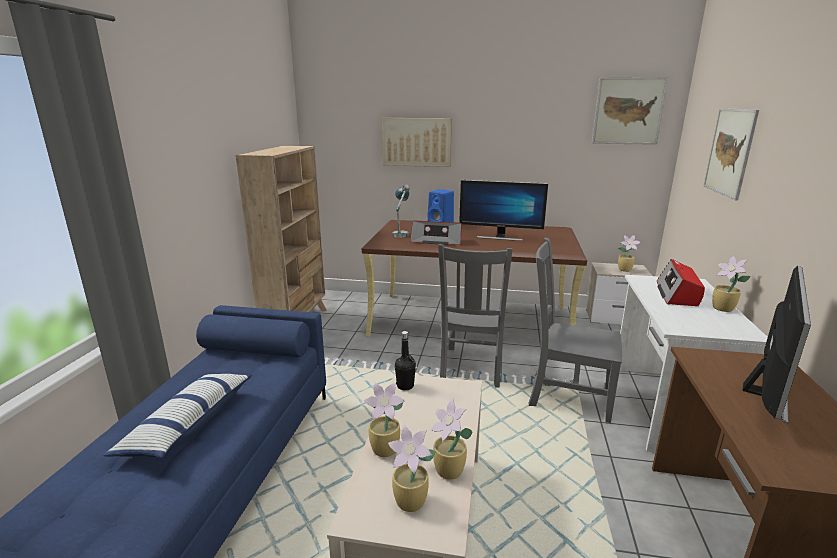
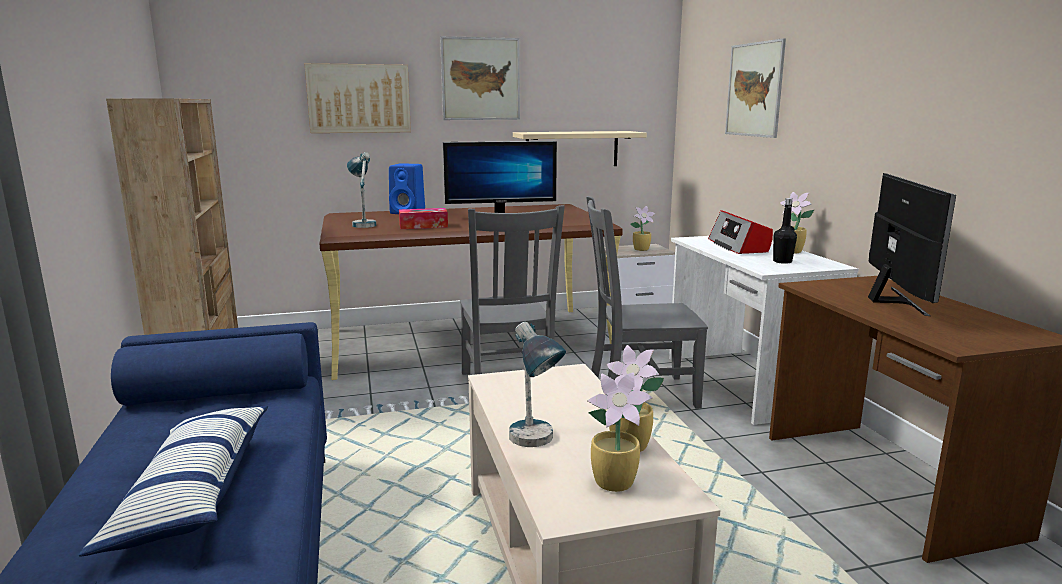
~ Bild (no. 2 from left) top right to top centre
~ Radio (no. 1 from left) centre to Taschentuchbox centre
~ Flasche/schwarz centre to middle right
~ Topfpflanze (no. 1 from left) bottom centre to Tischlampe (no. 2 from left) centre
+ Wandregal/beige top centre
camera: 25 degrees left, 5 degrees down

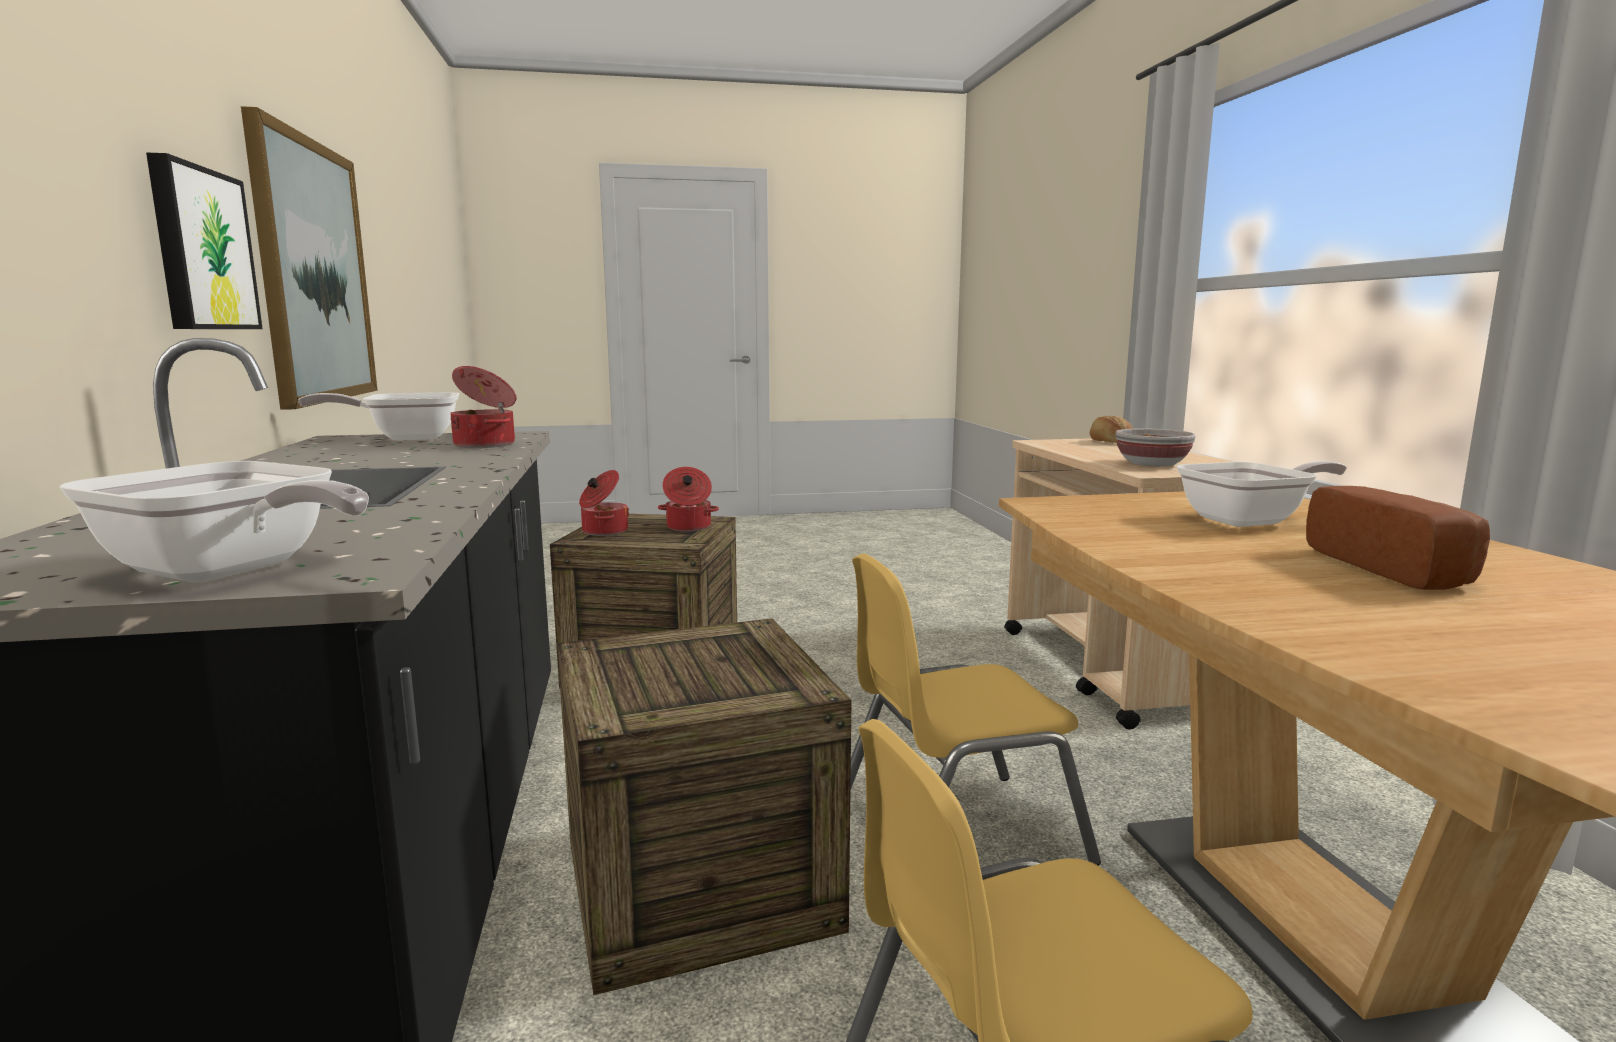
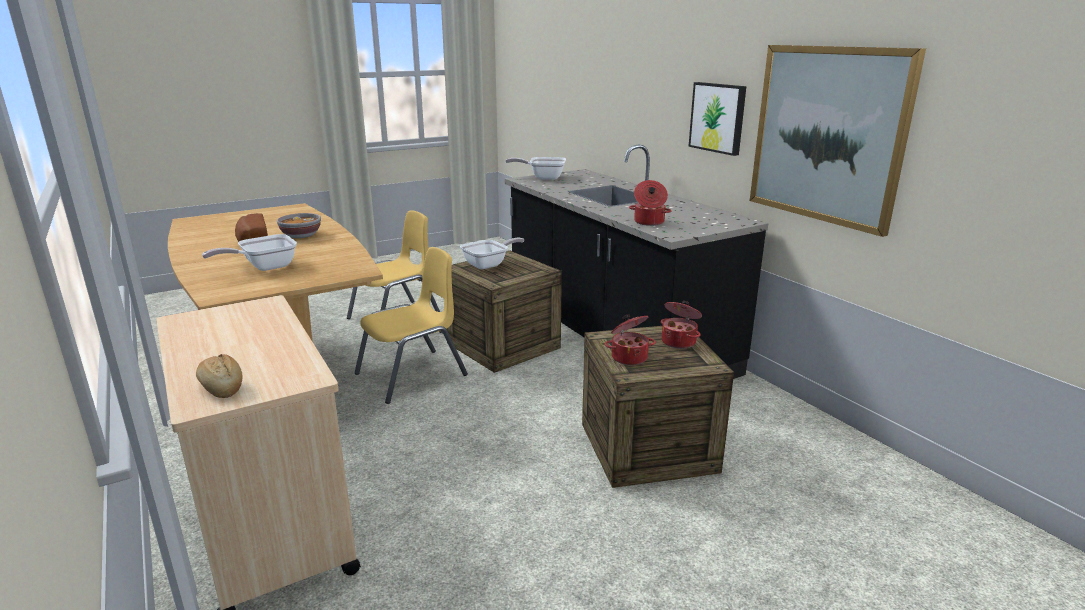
~ Pfanne (no. 2 from left) middle left to centre
~ Schüssel middle right to middle left
camera: 160 degrees right, 10 degrees up

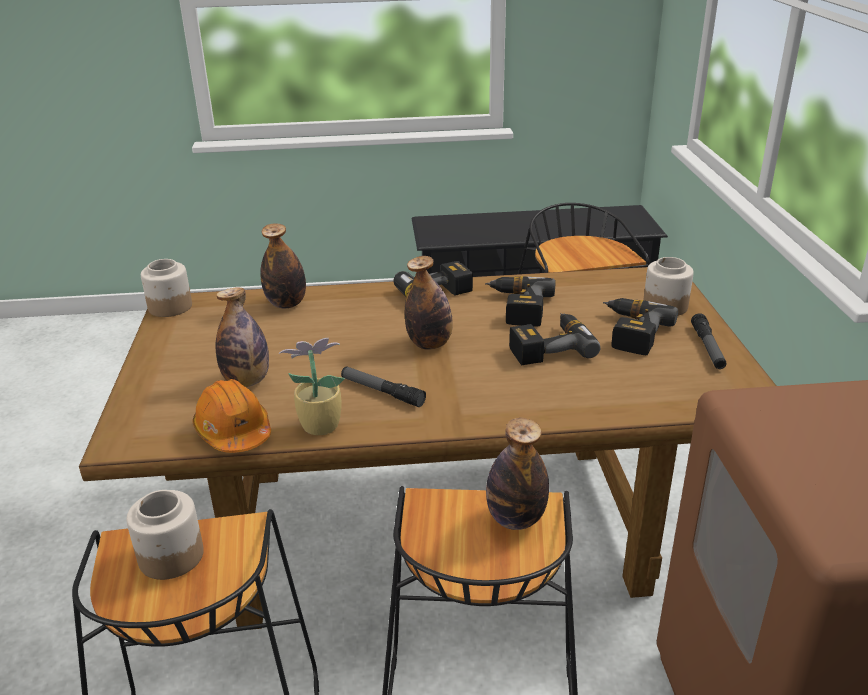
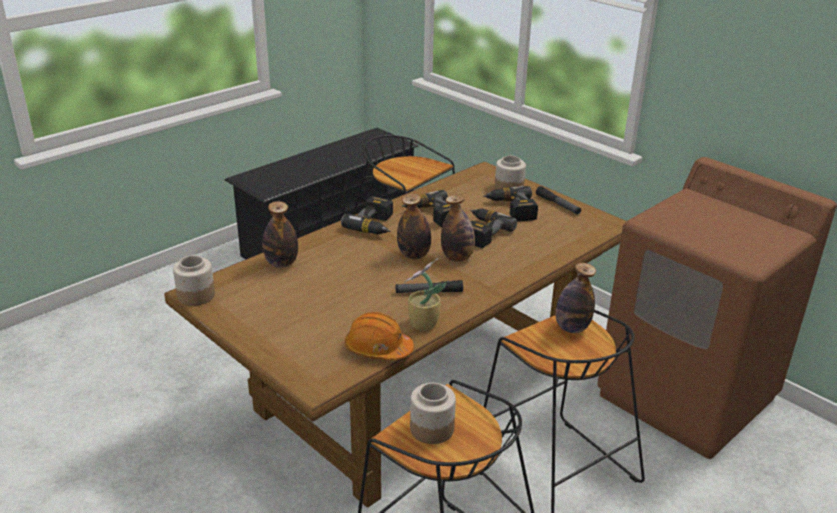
~ Flasche (no. 1 from left in the first image) middle left to Flasche (no. 3 from left) centre
camera: 40 degrees left, 0 degrees up

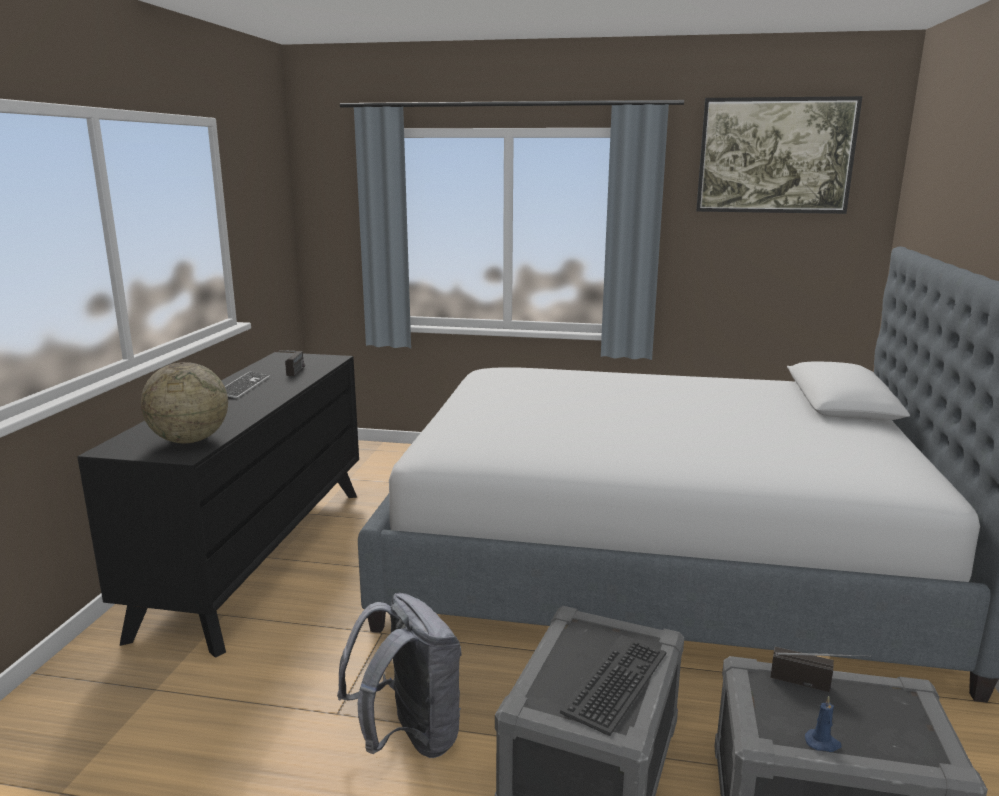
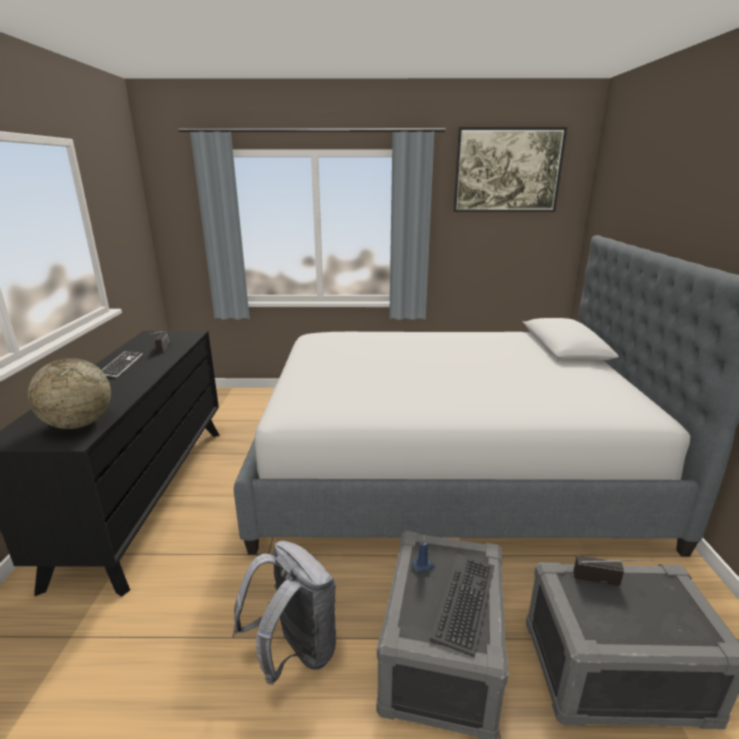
~ Kerze/blau bottom right to bottom centre
camera: 10 degrees left, 5 degrees up

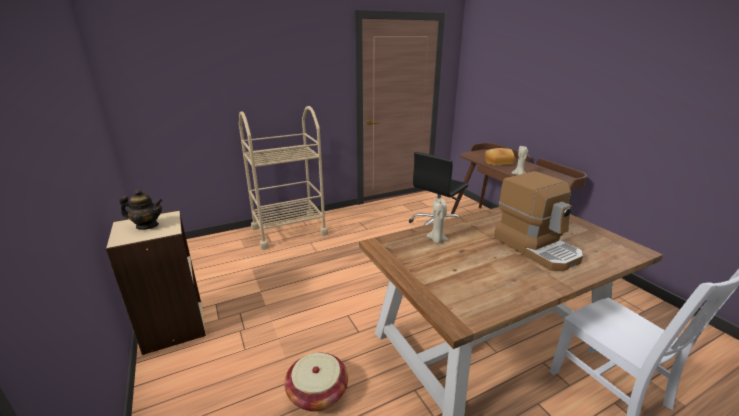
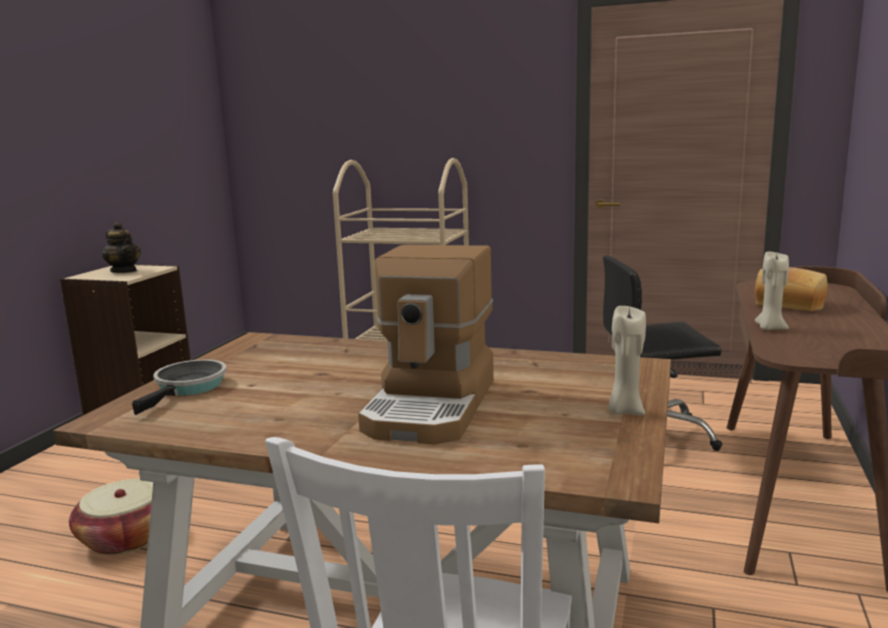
~ Kerze/beige (no. 1 from left) centre to middle right
+ Pfanne middle left
camera: 45 degrees right, 10 degrees down

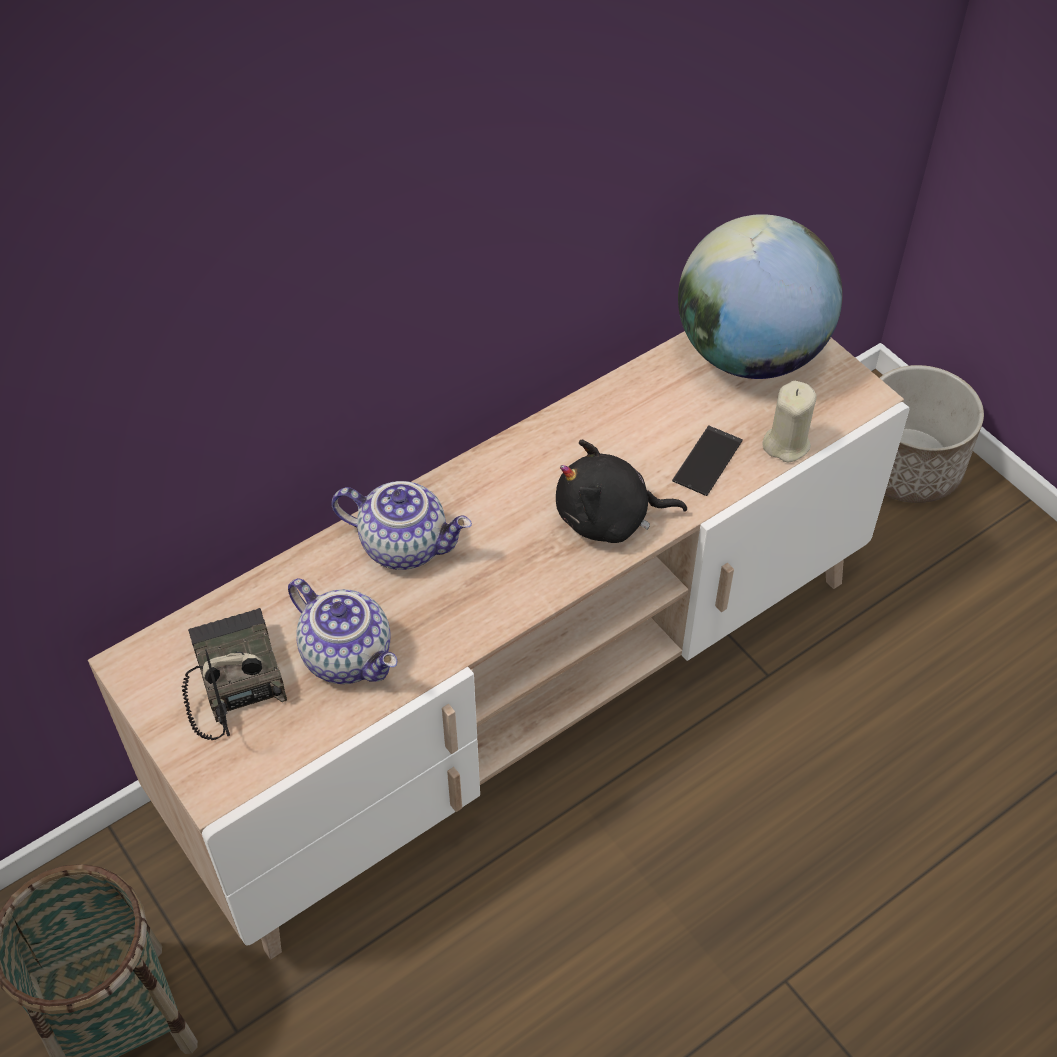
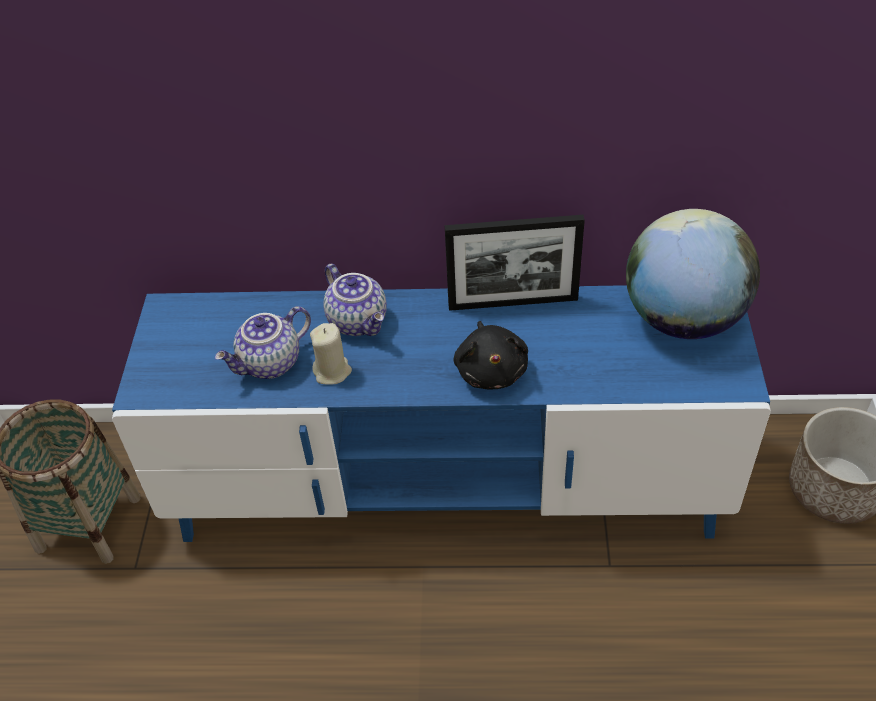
~ Fernsehschrank/beige centre to Fernsehschrank/blau centre
~ Kerze/beige middle right to centre
- Handy middle right
~ Plüschtier/schwarz centre = centre 135 degrees counterclockwise
~ Teekanne (no. 1 from left) middle left = middle left 60 degrees clockwise
- Radio middle left
+ Bilderrahmen centre
camera: 40 degrees right, 5 degrees down

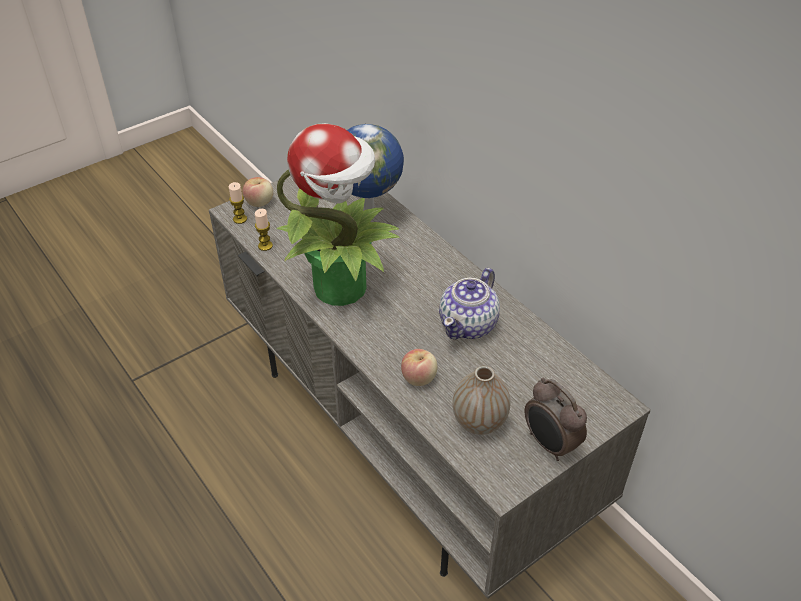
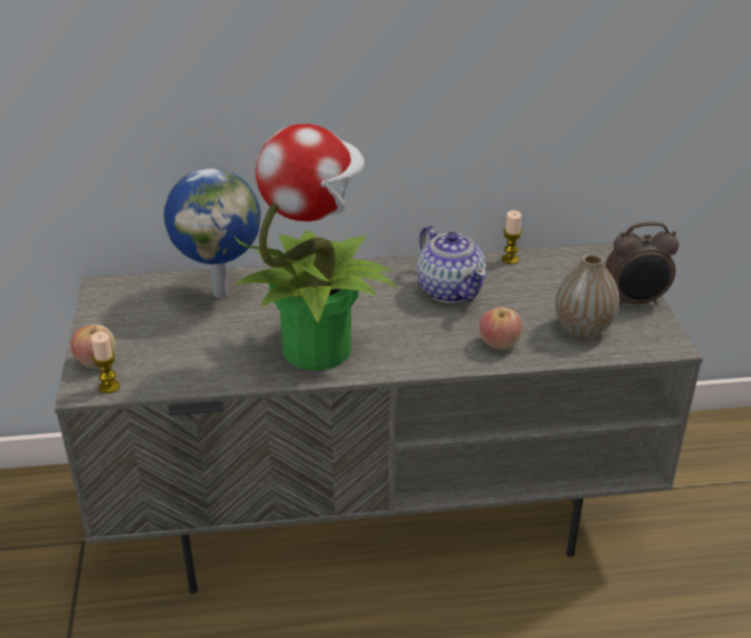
~ Kerze (no. 2 from left) middle left to middle right
camera: 60 degrees left, 10 degrees down

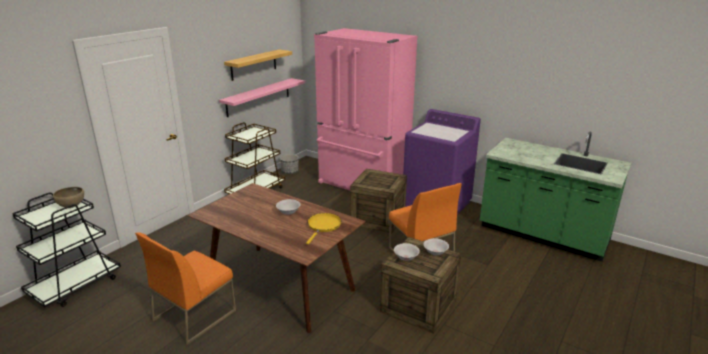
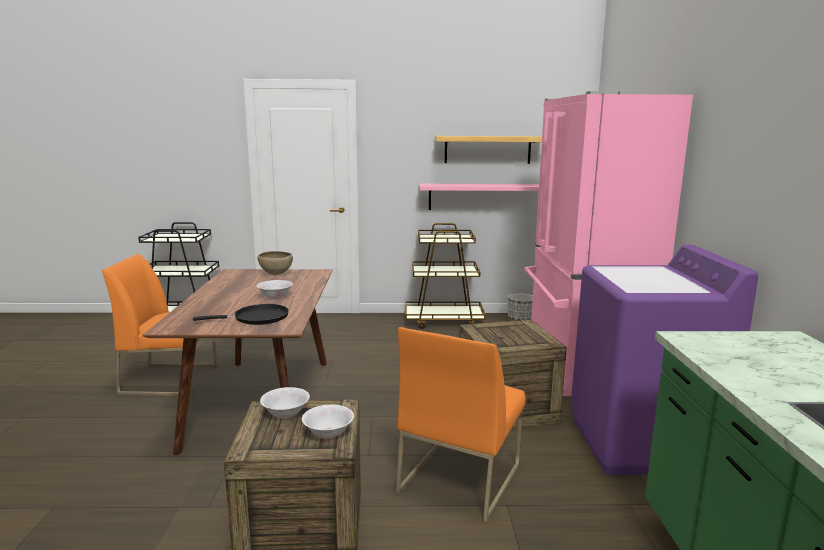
~ Schüssel/braun middle left to centre
~ Pfanne/gelb centre to Pfanne/schwarz middle left
camera: 55 degrees right, 10 degrees down

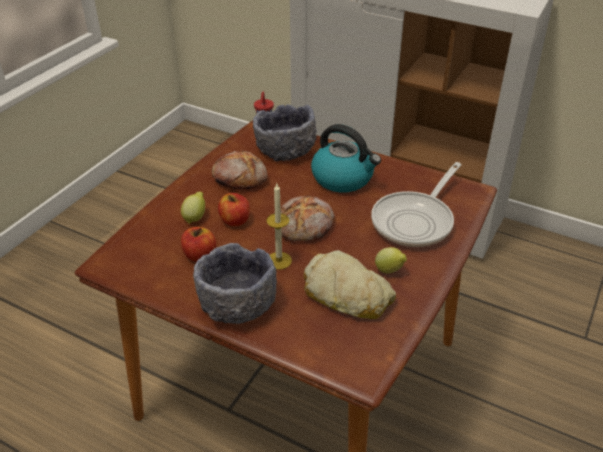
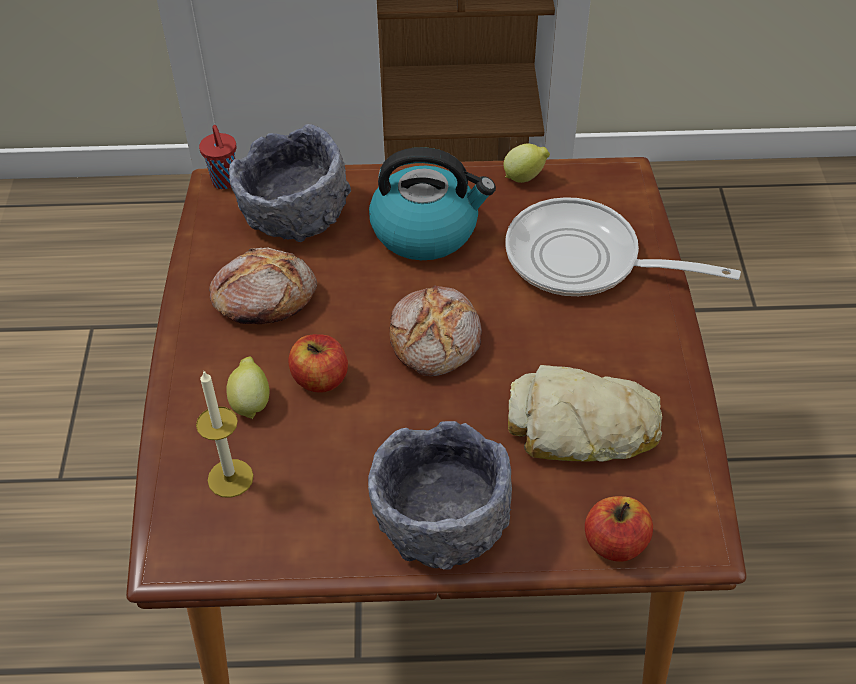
~ Pfanne middle right = middle right 105 degrees clockwise
~ Kerze centre to middle left
~ Apfel (no. 1 from left in the first image) middle left to Apfel (no. 2 from left) bottom right
~ Zitrone (no. 2 from left) centre to top centre
camera: 30 degrees left, 10 degrees up

